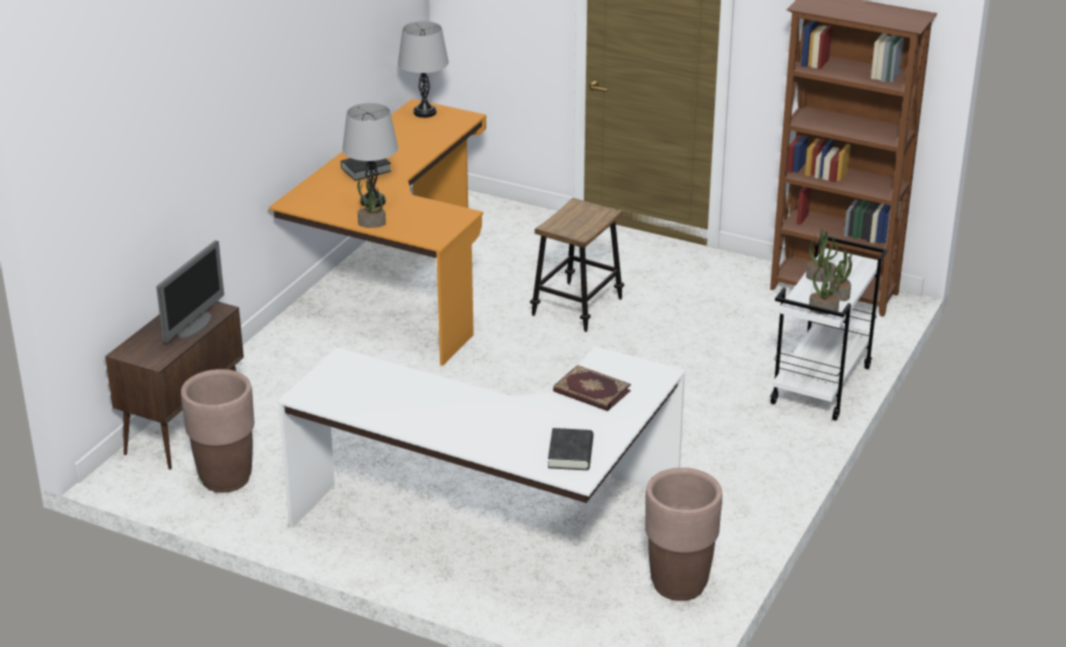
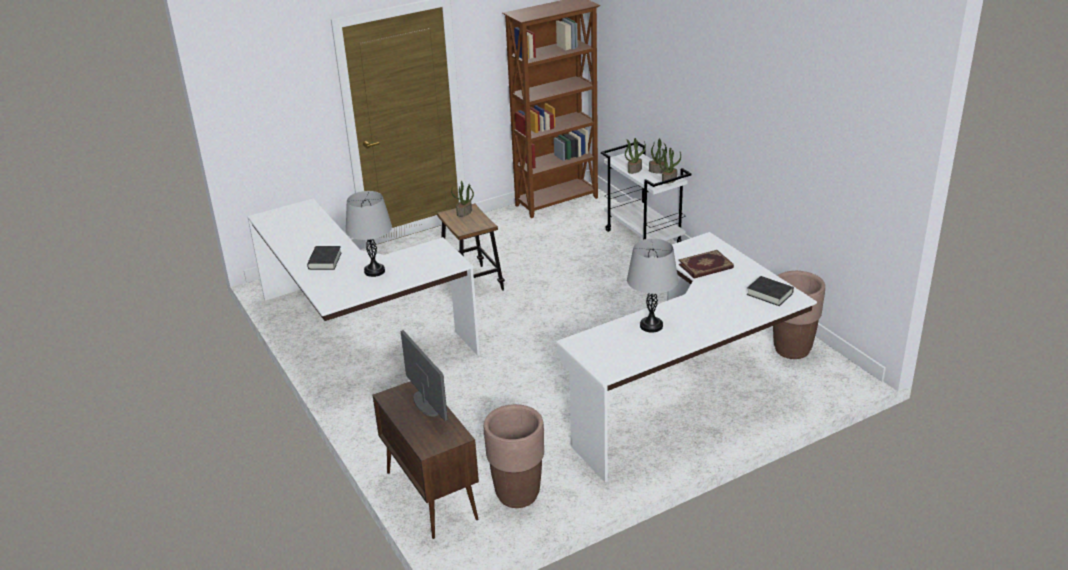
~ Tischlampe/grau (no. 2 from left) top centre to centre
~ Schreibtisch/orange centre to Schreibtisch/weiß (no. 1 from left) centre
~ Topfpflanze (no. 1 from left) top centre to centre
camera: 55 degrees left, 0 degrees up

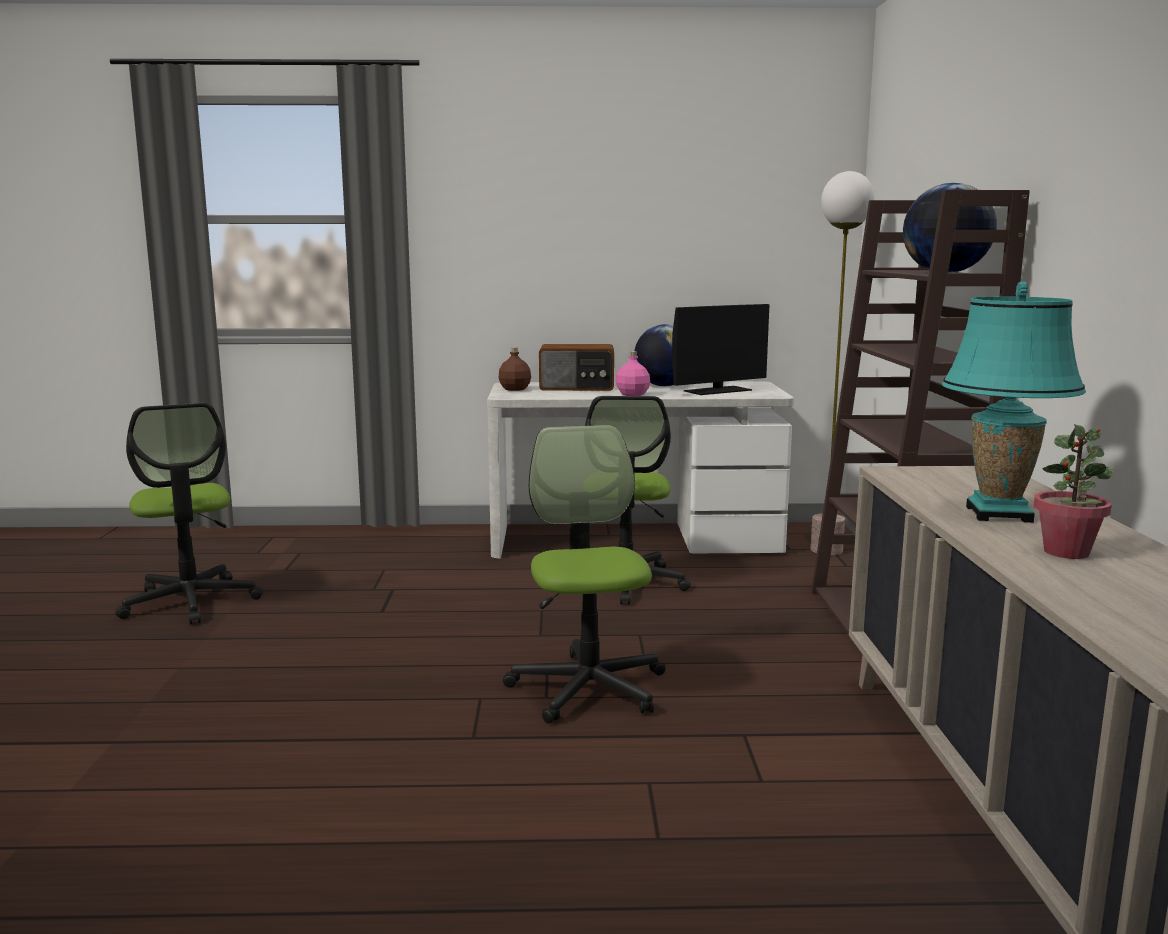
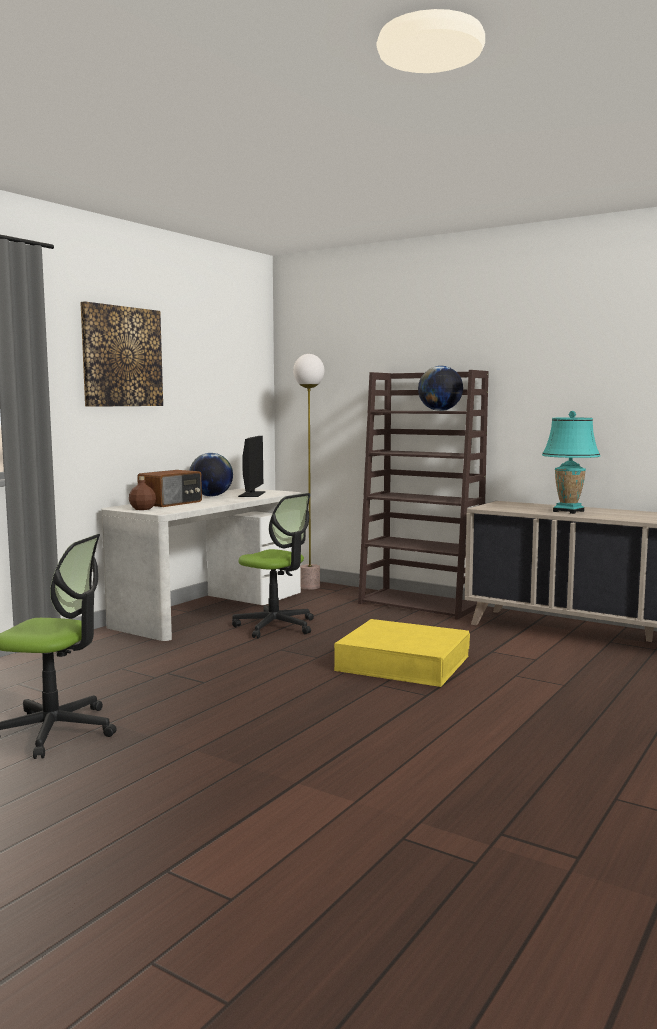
- Flasche/rosa centre
- Topfpflanze middle right
~ Bürostuhl (no. 2 from left) centre to Aufbewahrungsbox/gelb centre
+ Bild middle left
camera: 55 degrees left, 5 degrees down

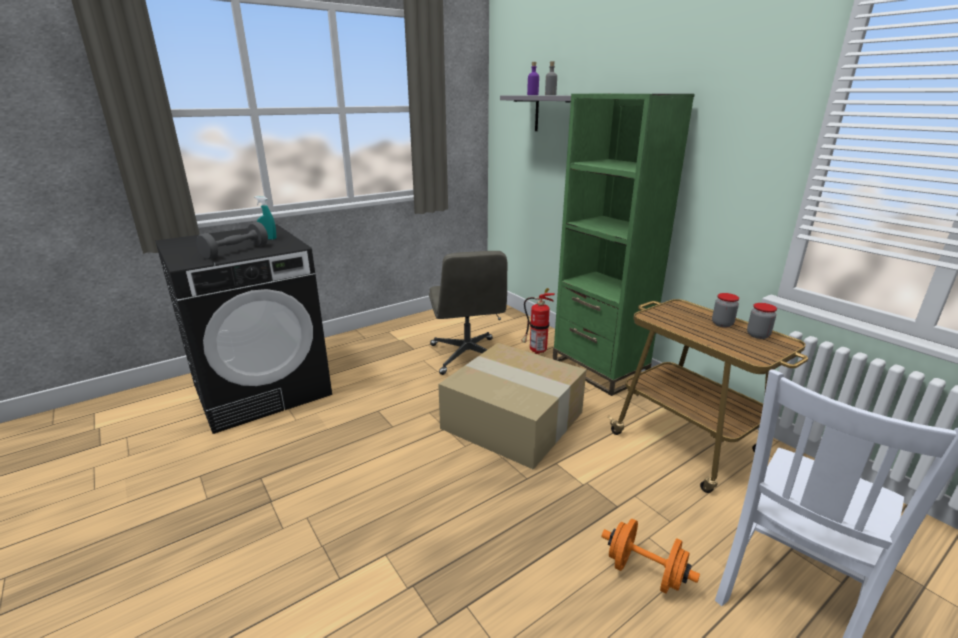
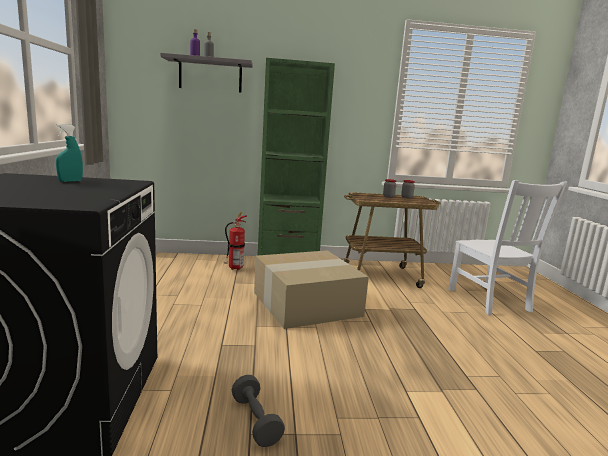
~ Hantel/grau middle left to bottom centre
- Bürostuhl/grau centre
- Hantel/orange bottom right
camera: 60 degrees left, 10 degrees down

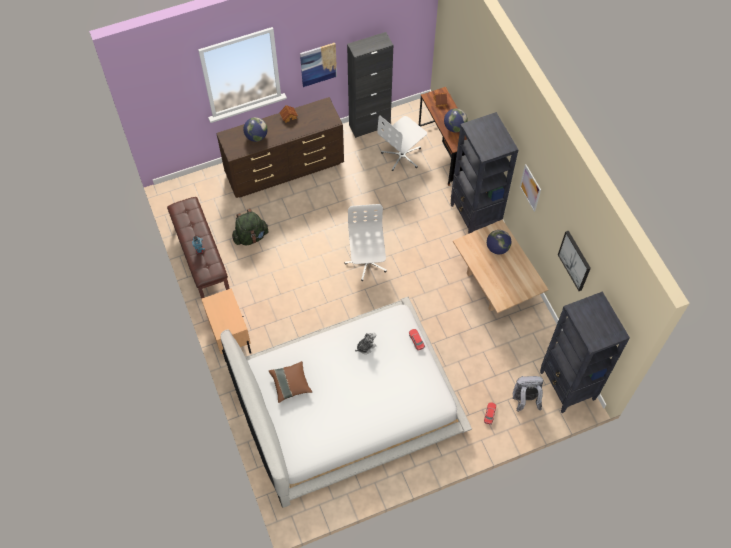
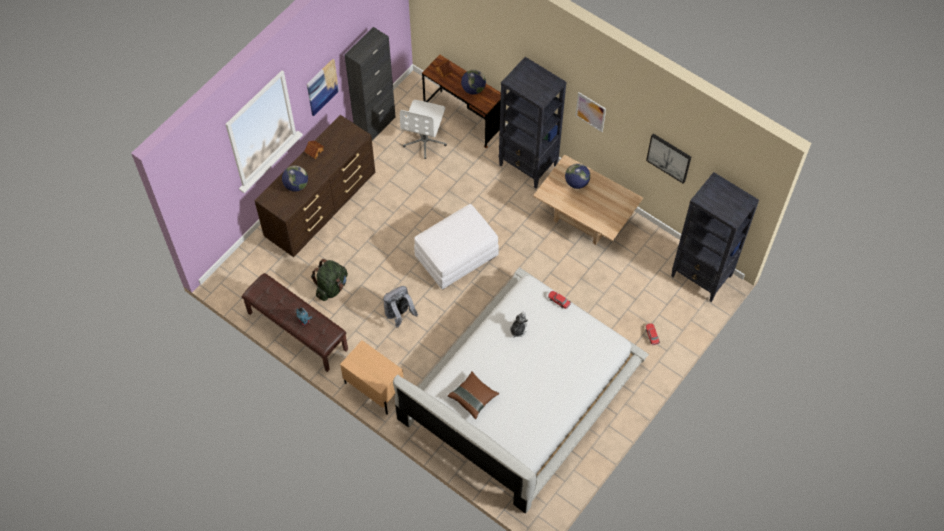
~ Bürostuhl/weiß (no. 1 from left) centre to Polsterhocker/weiß centre
~ Rucksack/grau bottom right to centre
camera: 30 degrees left, 0 degrees up

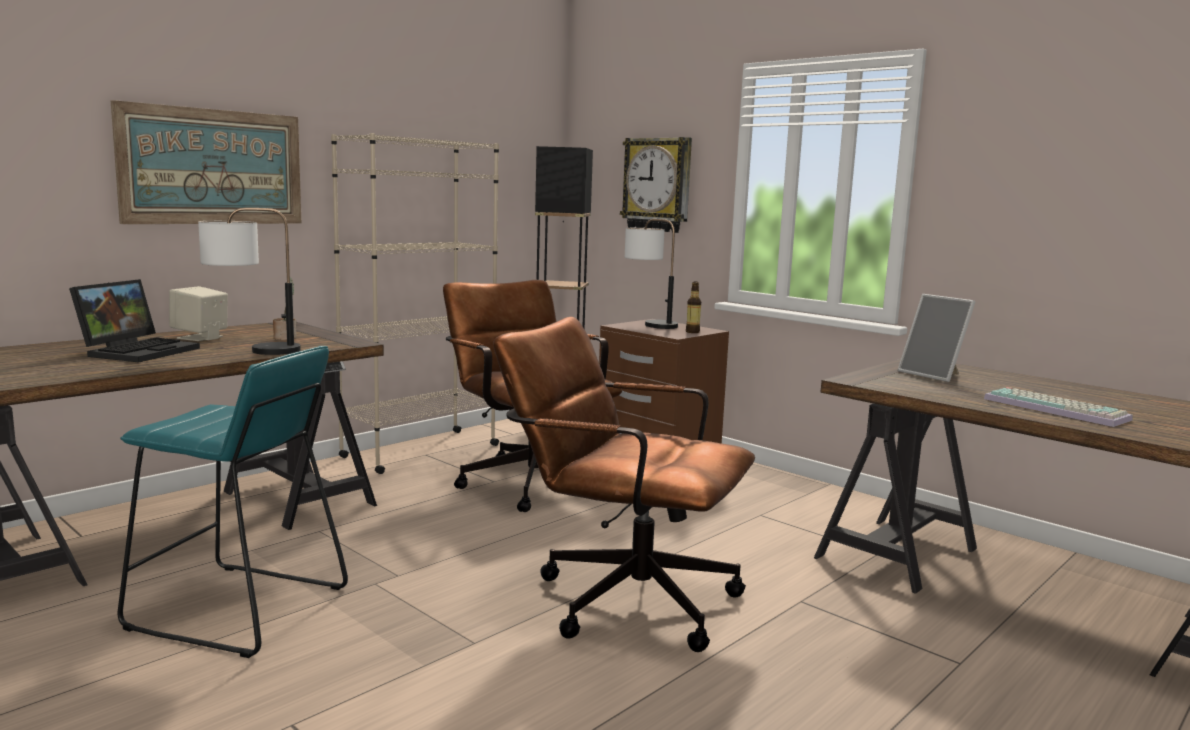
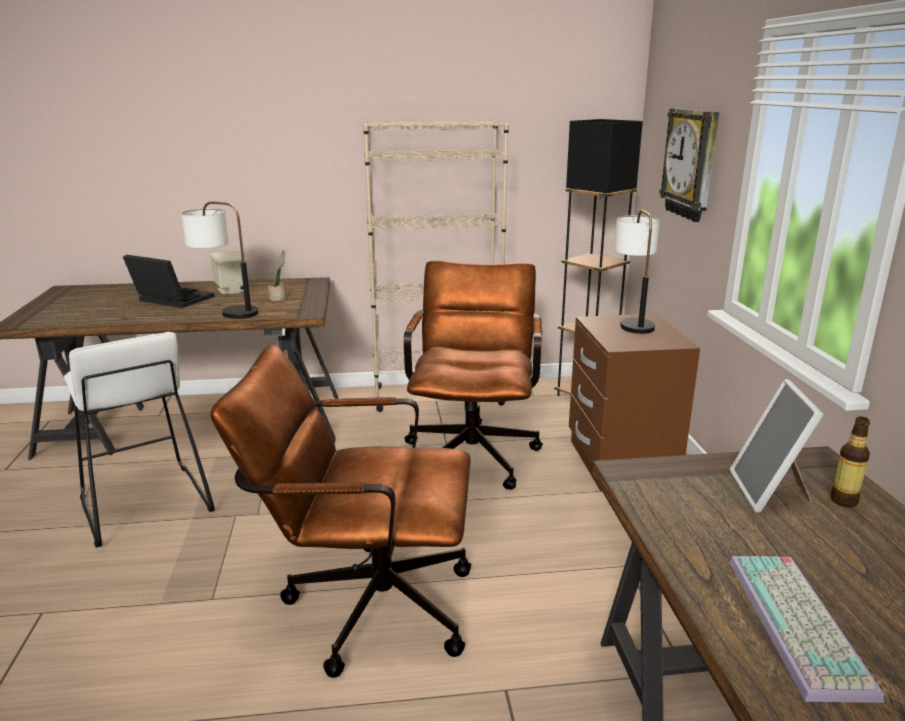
- Bild top left
~ Laptop middle left = middle left 120 degrees counterclockwise
~ Flasche centre to middle right
~ Bürostuhl/braun (no. 2 from left in the first image) centre = bottom centre 60 degrees counterclockwise
~ Hocker/türkis bottom left to Hocker/weiß middle left
camera: 40 degrees right, 10 degrees up

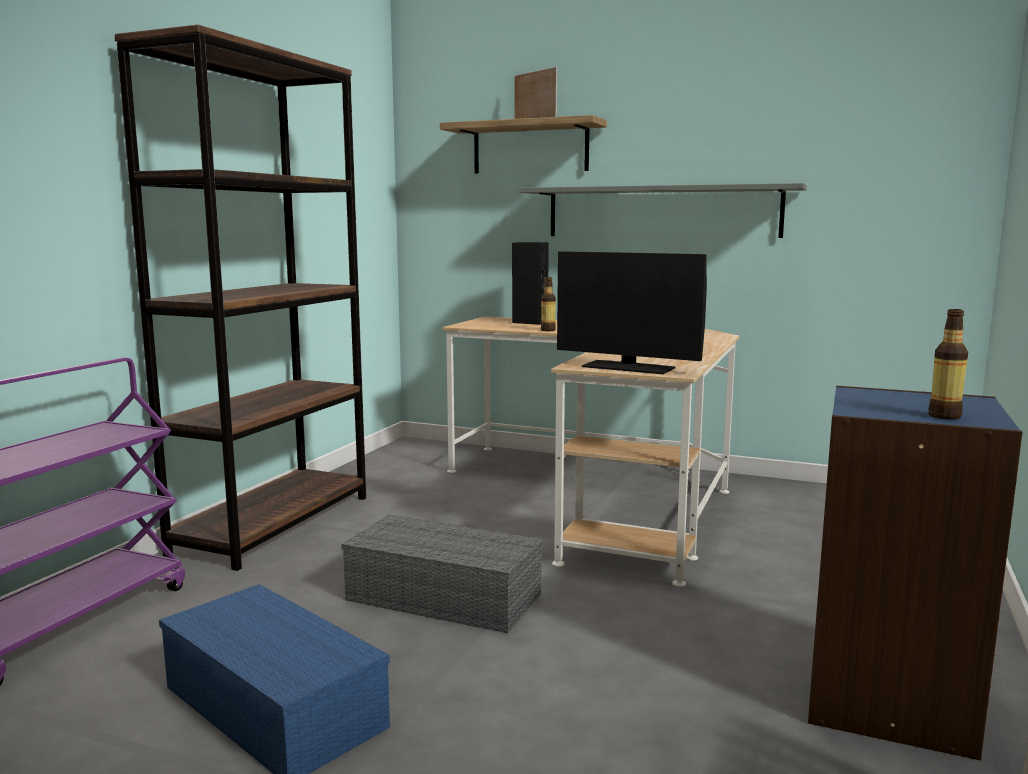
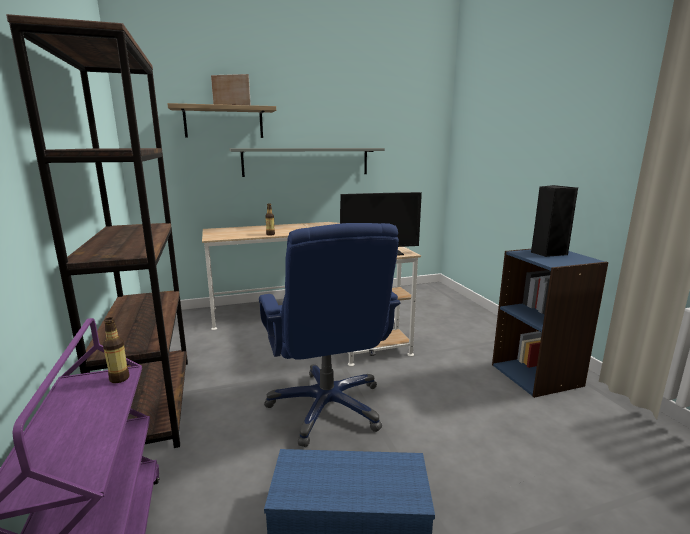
~ Lautsprecher/schwarz centre to middle right
~ Flasche (no. 2 from left in the first image) middle right to Flasche (no. 1 from left) middle left
~ Aufbewahrungsbox/grau bottom centre to Bürostuhl/blau centre
camera: 40 degrees left, 5 degrees up

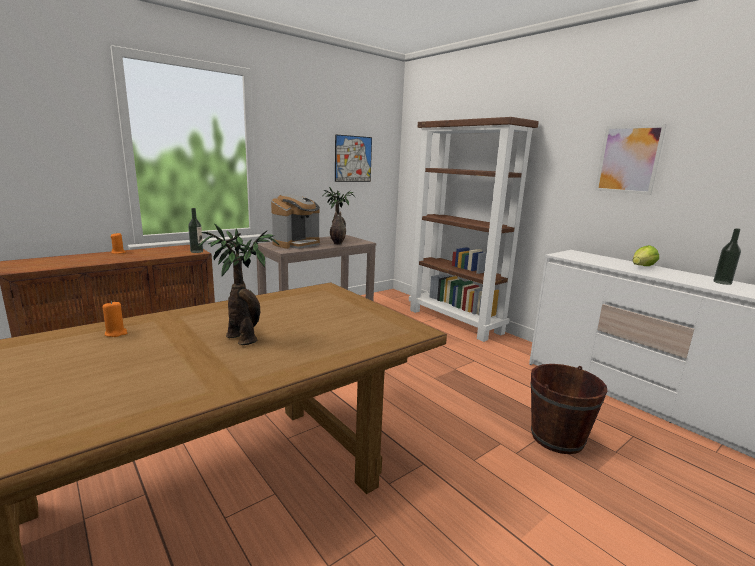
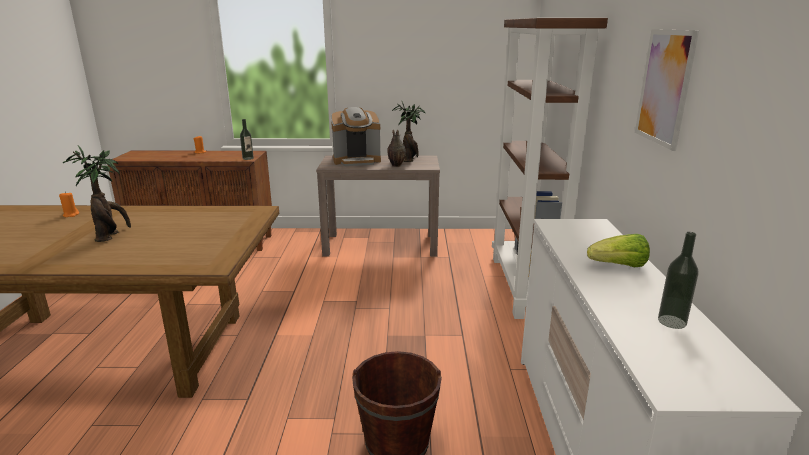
- Bild (no. 1 from left) top centre
camera: 40 degrees right, 5 degrees up

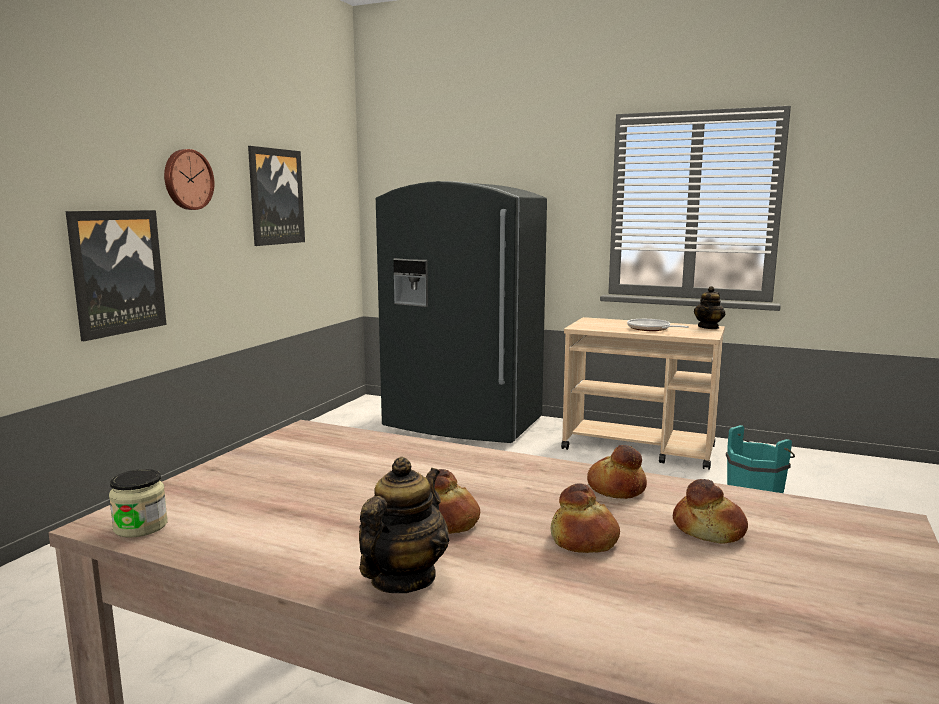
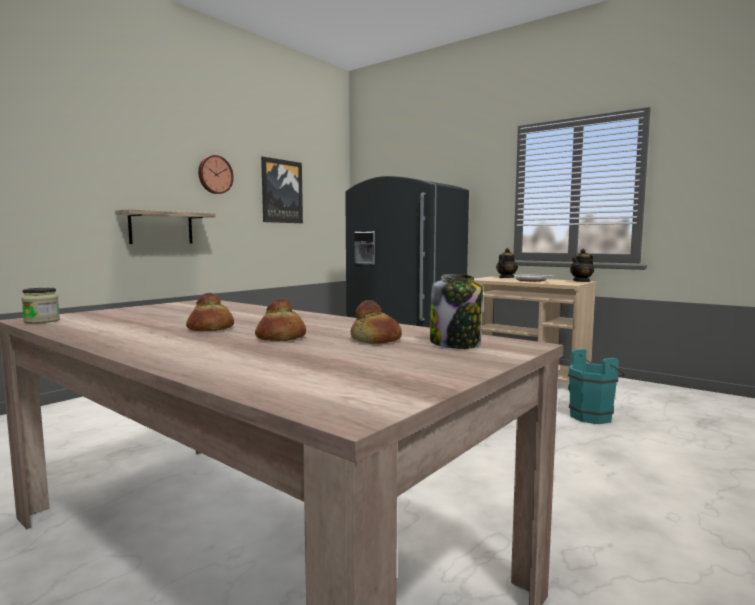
~ Bild (no. 1 from left) middle left to Wandregal middle left
- Brot (no. 3 from left) bottom centre
~ Teekanne (no. 1 from left) bottom centre to middle right
+ Vorratsglas (no. 2 from left) centre
camera: 15 degrees right, 5 degrees down

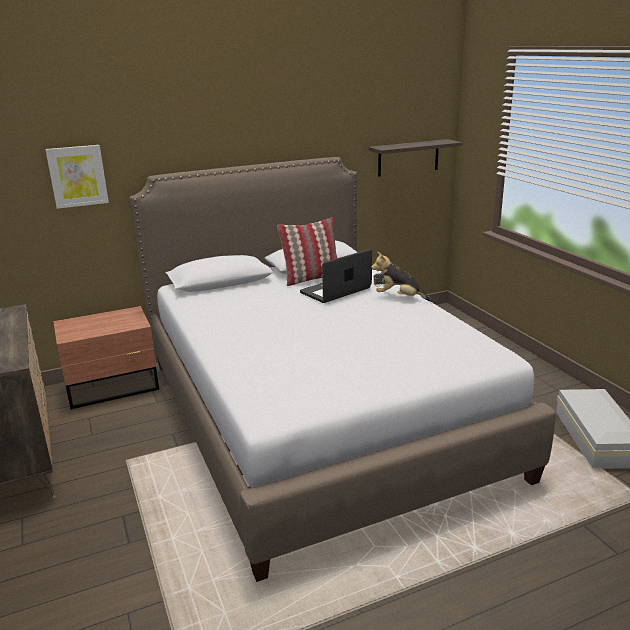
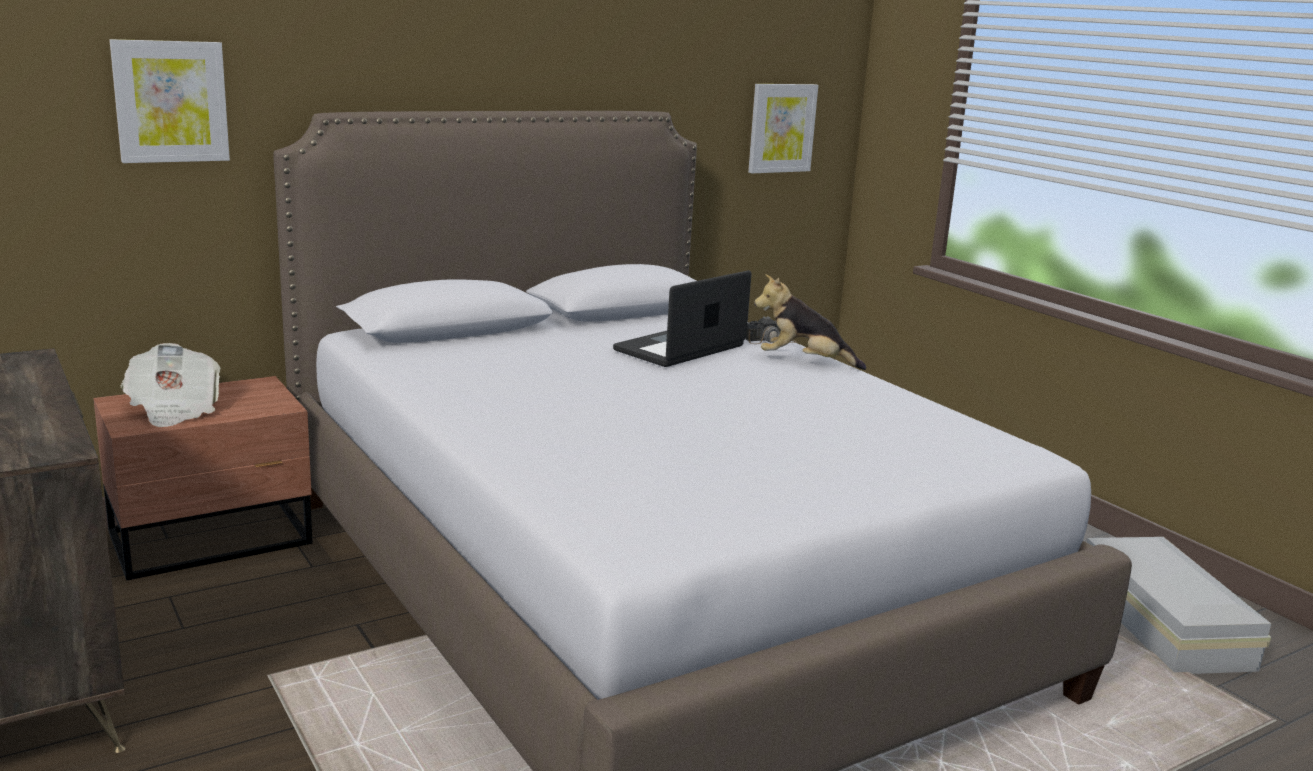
~ Wandregal top centre to Bild (no. 2 from left) top centre
- Kissen centre
+ Zeitung middle left
camera: 10 degrees left, 5 degrees down

